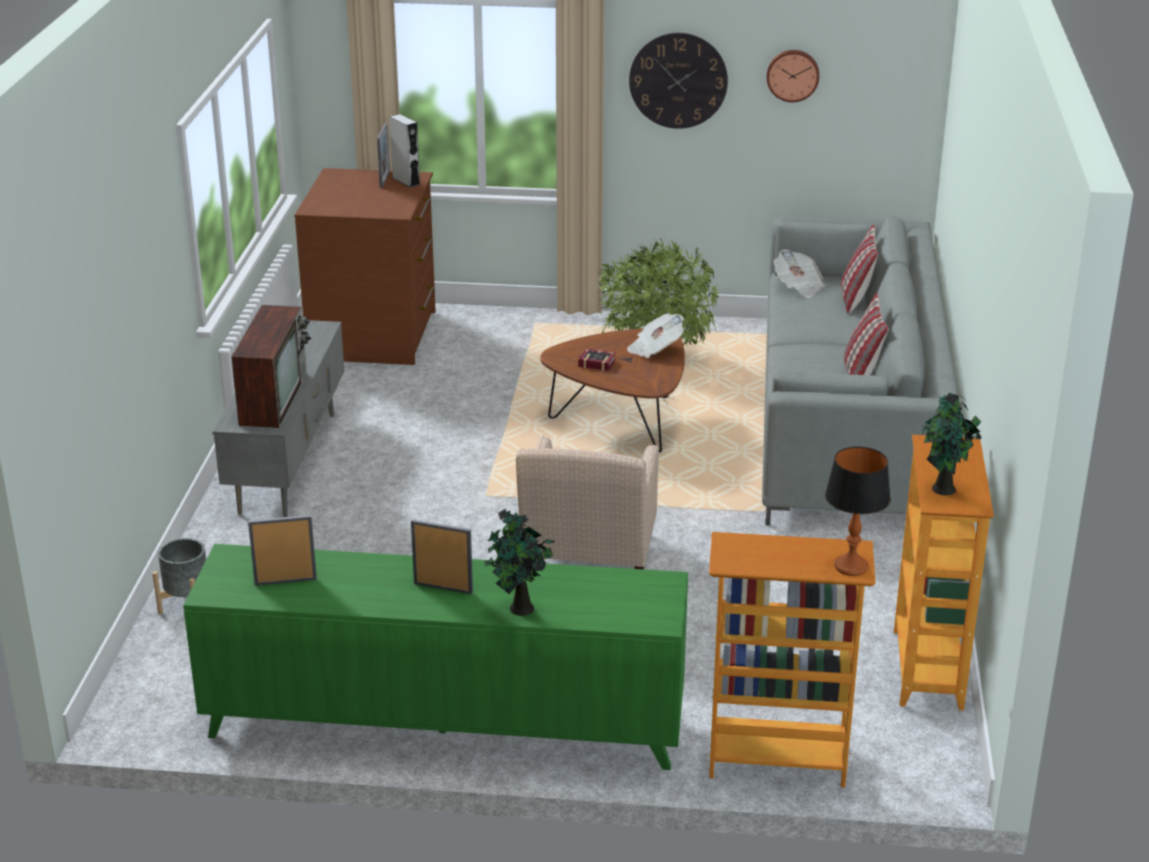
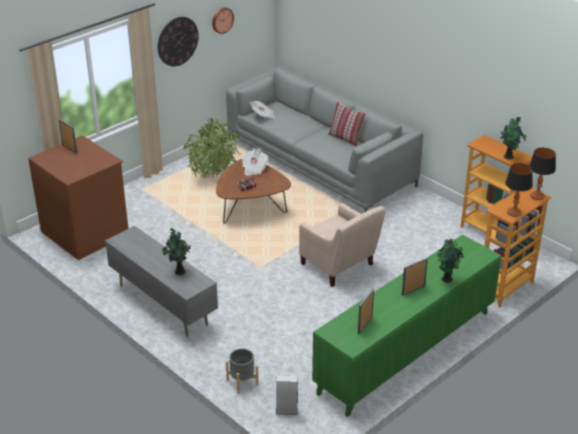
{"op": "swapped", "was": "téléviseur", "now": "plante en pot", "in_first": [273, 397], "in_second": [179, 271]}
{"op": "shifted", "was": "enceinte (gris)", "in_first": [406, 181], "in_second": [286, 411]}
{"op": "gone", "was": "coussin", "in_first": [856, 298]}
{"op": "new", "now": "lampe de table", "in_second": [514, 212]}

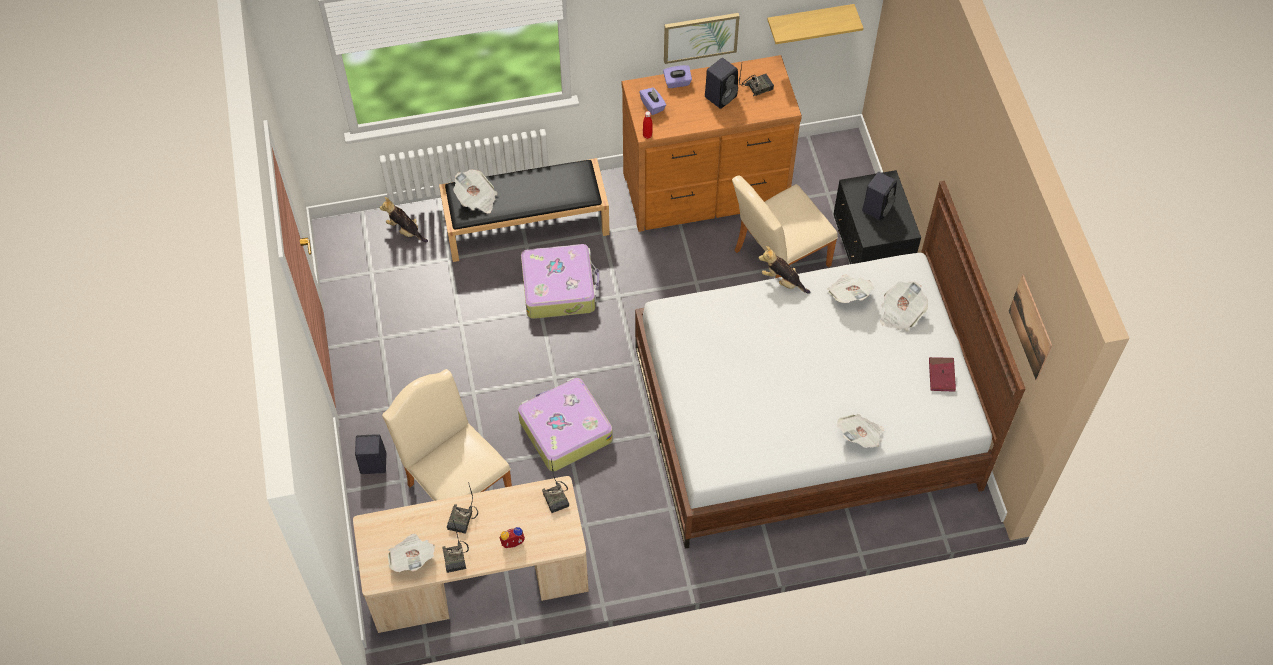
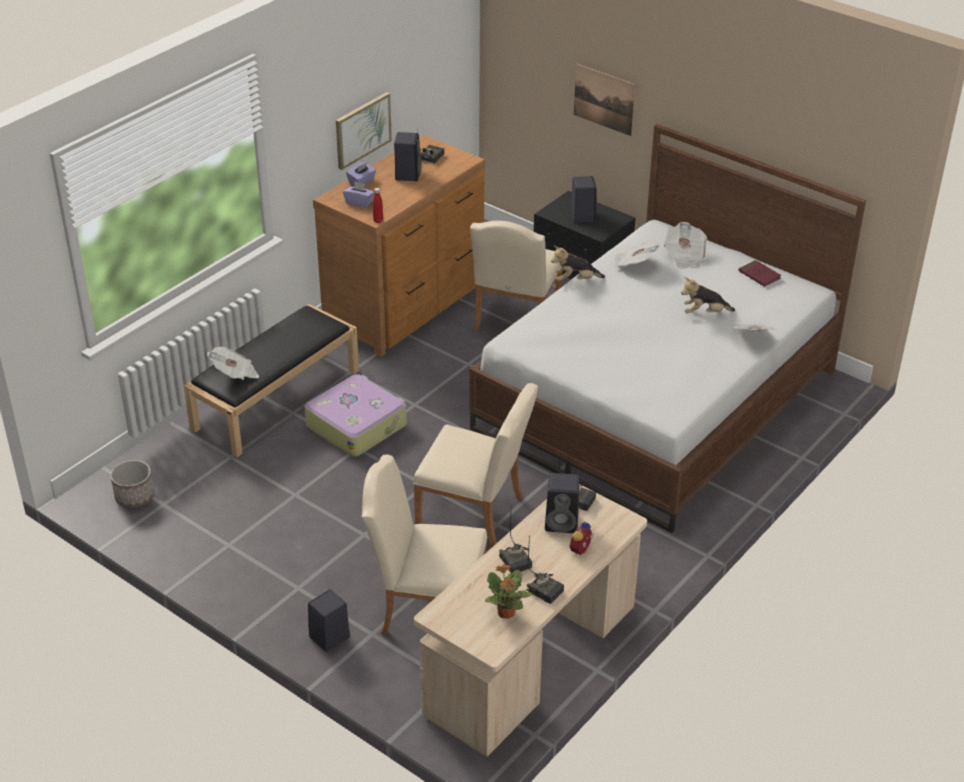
{"op": "shifted", "was": "peluche", "in_first": [405, 230], "in_second": [704, 313]}
{"op": "swapped", "was": "journal", "now": "plante en pot", "in_first": [412, 558], "in_second": [506, 613]}
{"op": "swapped", "was": "valise", "now": "chaise (beige)", "in_first": [564, 430], "in_second": [477, 514]}
{"op": "gone", "was": "étagère", "in_first": [809, 22]}
{"op": "shifted", "was": "tableau", "in_first": [1030, 327], "in_second": [604, 99]}
{"op": "new", "now": "cache-pot", "in_second": [134, 496]}
{"op": "new", "now": "enceinte (noir)", "in_second": [562, 522]}

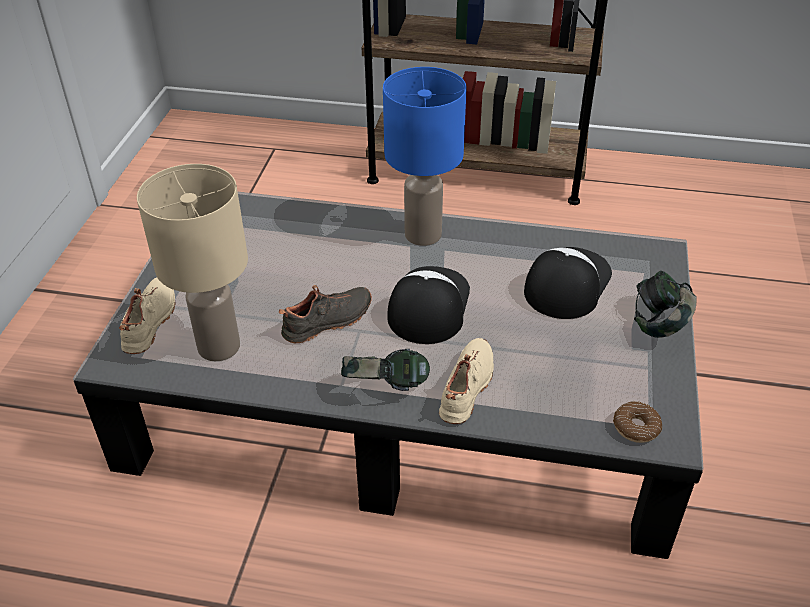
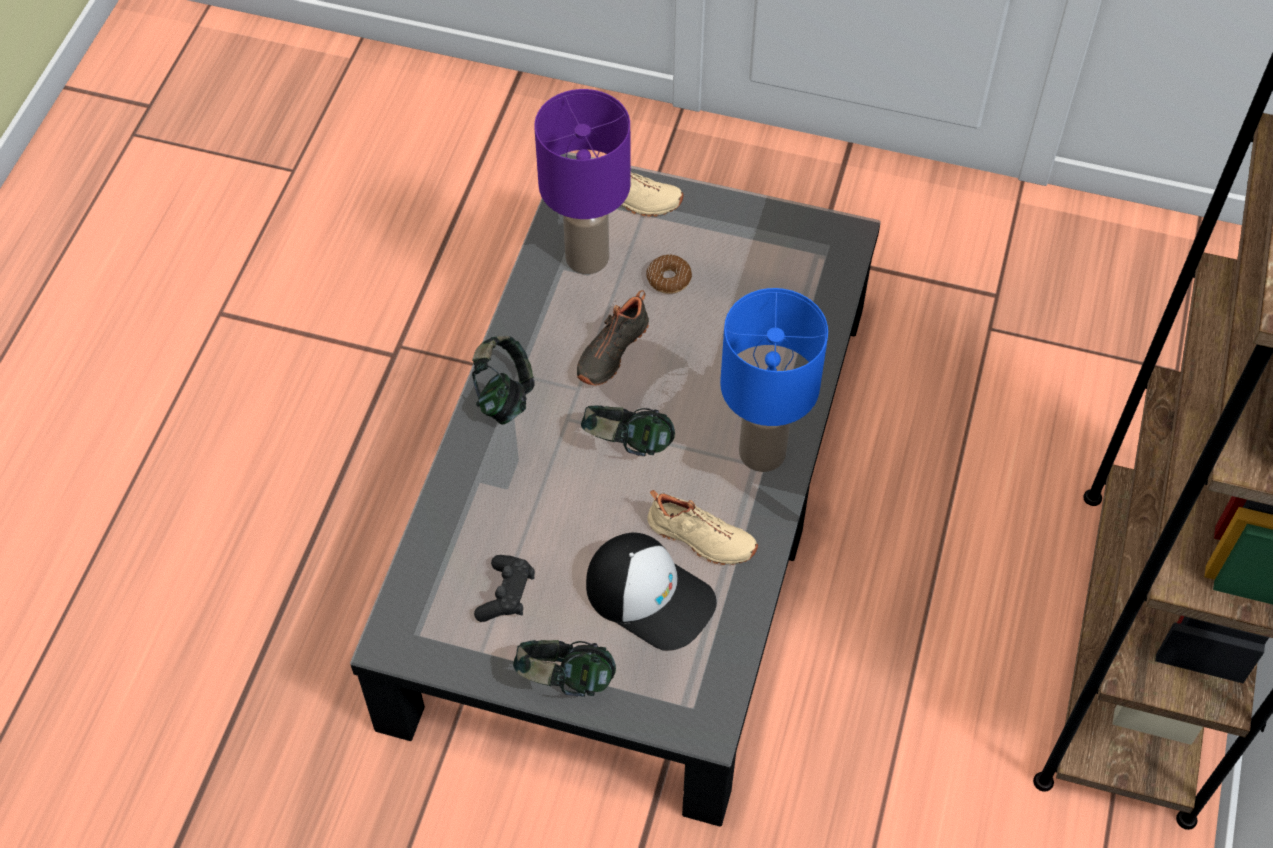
{"op": "repainted", "was": "lampe de table (beige)", "now": "lampe de table (violet)", "in_first": [217, 346], "in_second": [587, 256]}
{"op": "rotated", "was": "chaussure (noir)", "in_first": [328, 323], "in_second": [610, 350], "clockwise": 60}
{"op": "swapped", "was": "casquette", "now": "casque audio", "in_first": [428, 305], "in_second": [627, 445]}
{"op": "shifted", "was": "chaussure (beige)", "in_first": [468, 388], "in_second": [700, 539]}
{"op": "shifted", "was": "beignet", "in_first": [636, 427], "in_second": [669, 279]}
{"op": "new", "now": "manette (noir)", "in_second": [506, 595]}

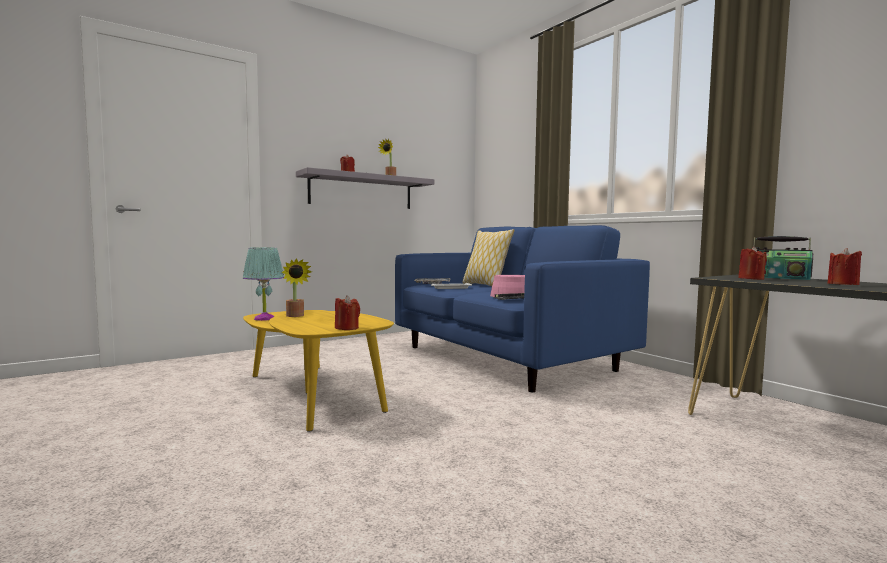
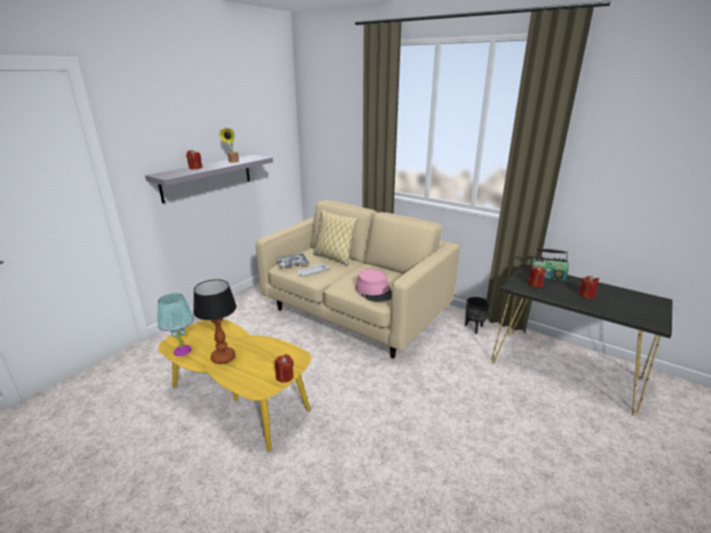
{"op": "swapped", "was": "plante en pot", "now": "lampe de table", "in_first": [295, 316], "in_second": [223, 357]}
{"op": "repainted", "was": "canapé (bleu)", "now": "canapé (beige)", "in_first": [505, 358], "in_second": [355, 312]}
{"op": "new", "now": "cache-pot (noir)", "in_second": [474, 328]}

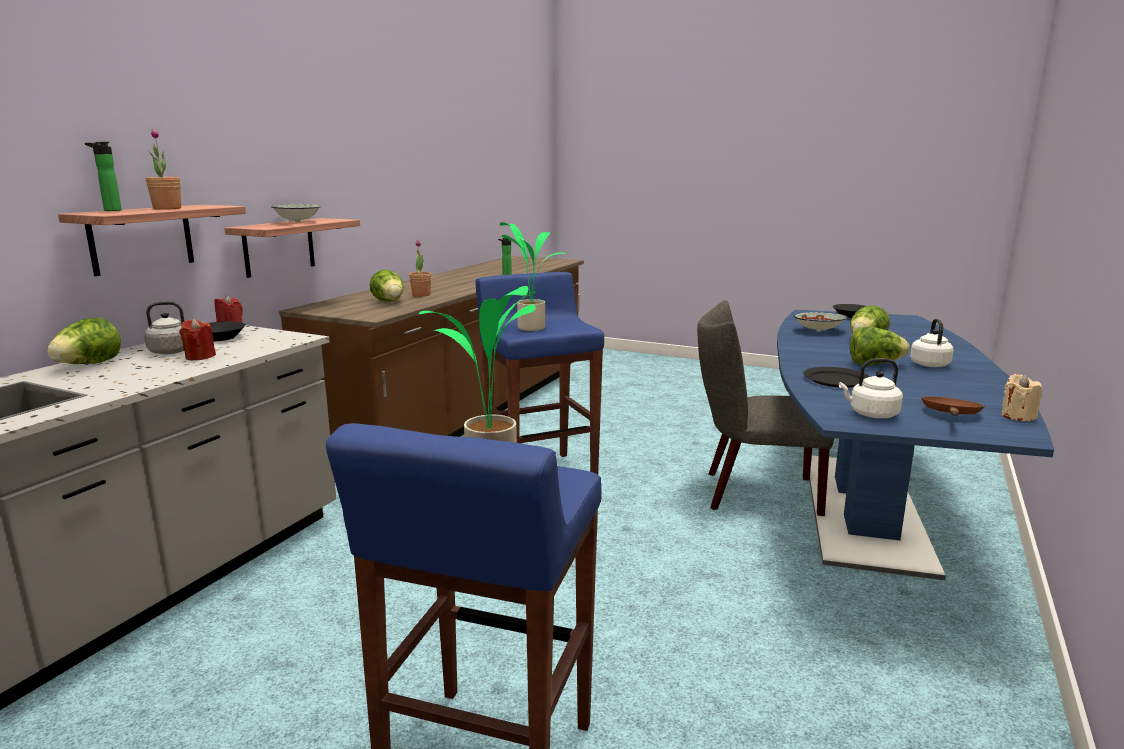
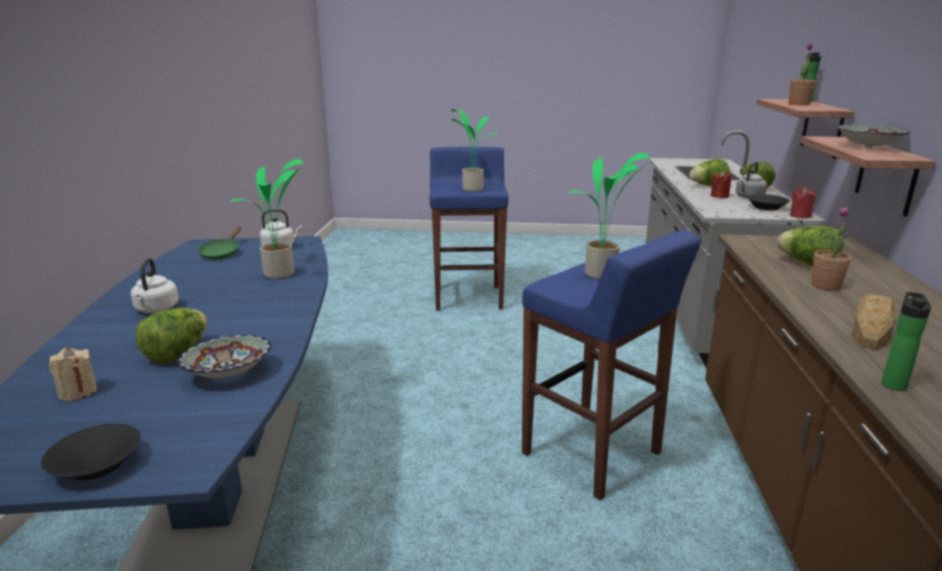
{"op": "gone", "was": "chaise (gris)", "in_first": [753, 493]}
{"op": "swapped", "was": "assiette (noir)", "now": "plante en pot", "in_first": [836, 380], "in_second": [280, 274]}
{"op": "shifted", "was": "laitue", "in_first": [874, 364], "in_second": [708, 186]}
{"op": "repainted", "was": "poêle (marron)", "now": "poêle (vert)", "in_first": [951, 414], "in_second": [222, 253]}
{"op": "shifted", "was": "bougie (beige)", "in_first": [1017, 416], "in_second": [78, 392]}
{"op": "new", "now": "pain", "in_second": [871, 329]}

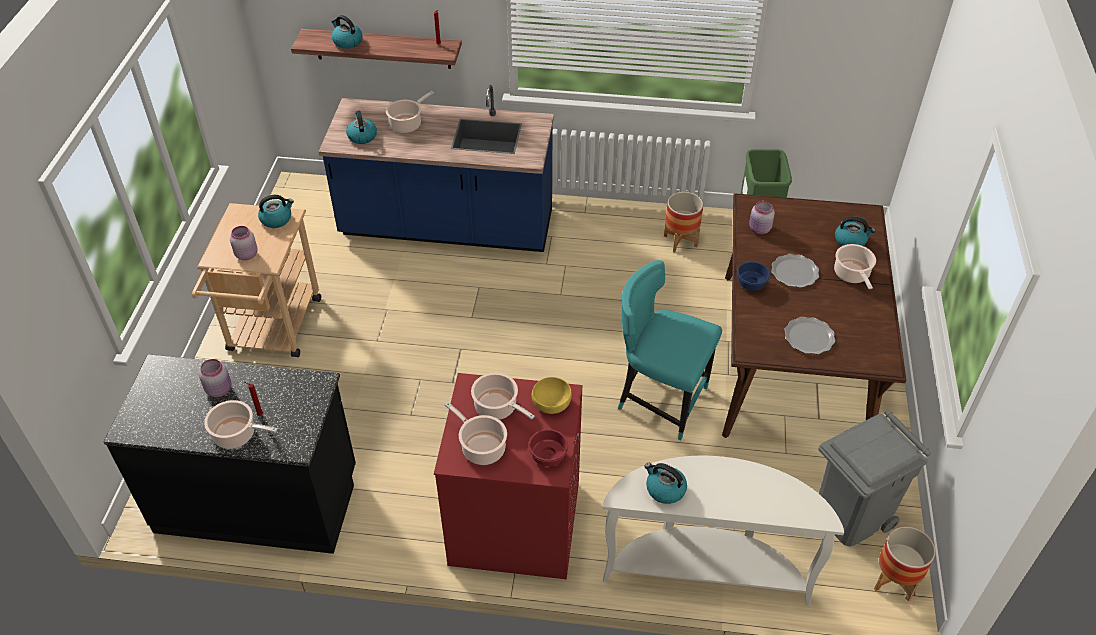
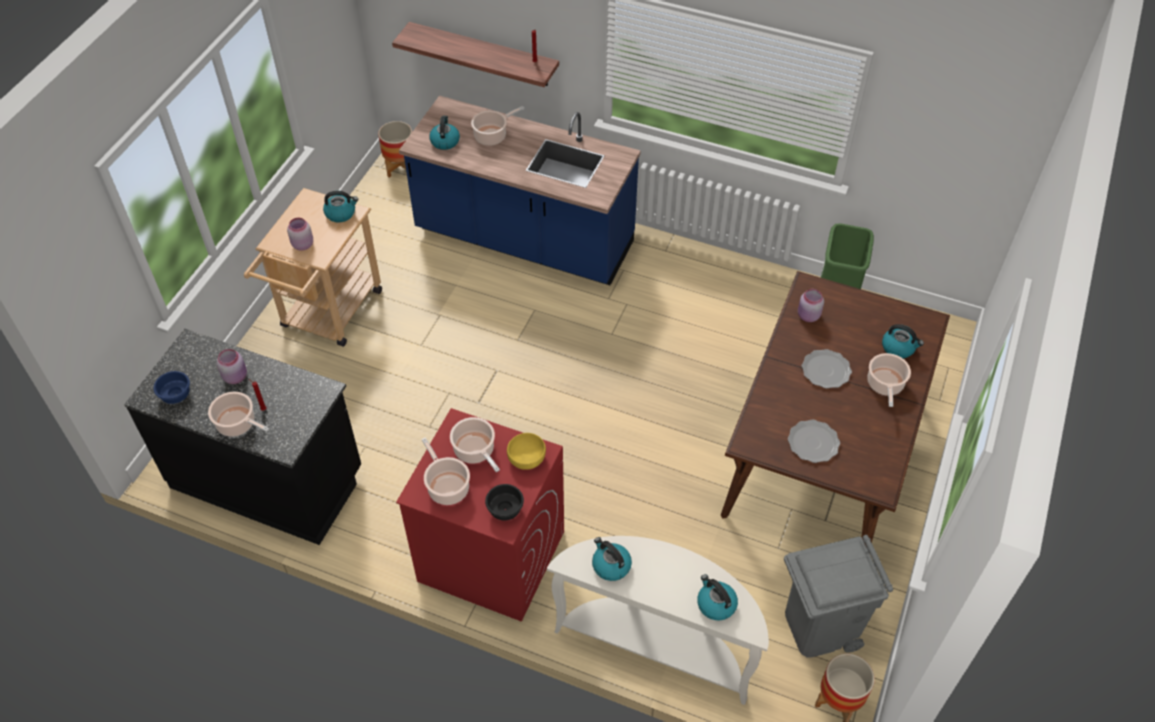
{"op": "shifted", "was": "bouilloire", "in_first": [347, 42], "in_second": [715, 604]}
{"op": "repainted", "was": "bol (rouge)", "now": "bol (noir)", "in_first": [547, 455], "in_second": [505, 508]}
{"op": "gone", "was": "chaise (turquoise)", "in_first": [660, 400]}
{"op": "shifted", "was": "cache-pot", "in_first": [680, 241], "in_second": [401, 168]}
{"op": "shifted", "was": "bol (bleu)", "in_first": [751, 284], "in_second": [175, 395]}

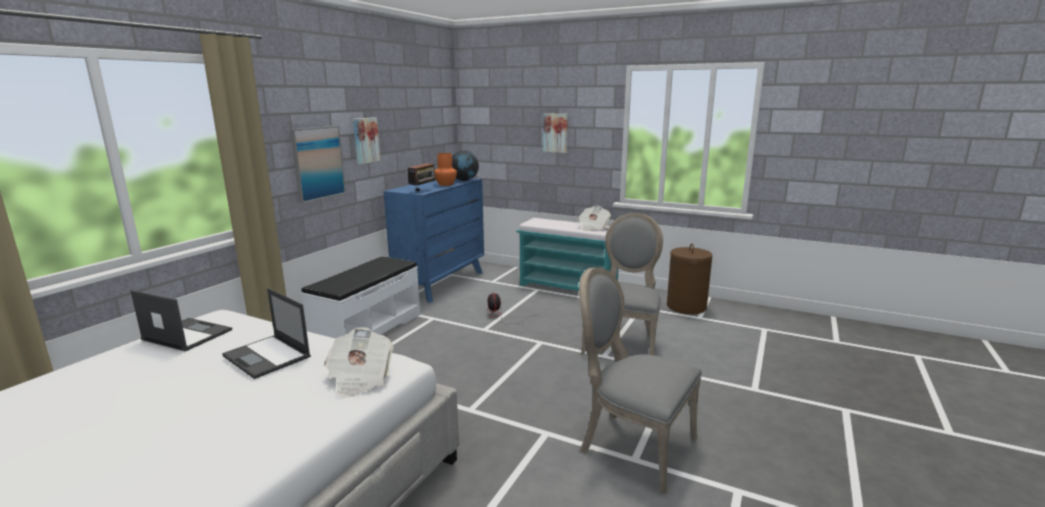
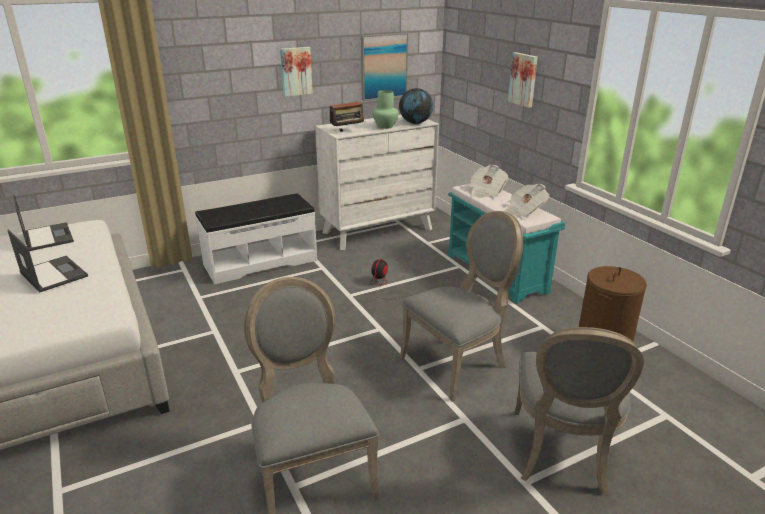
{"op": "rotated", "was": "ordinateur portable", "in_first": [267, 356], "in_second": [53, 274], "clockwise": 150}
{"op": "shifted", "was": "tableau", "in_first": [318, 163], "in_second": [383, 66]}
{"op": "shifted", "was": "journal", "in_first": [360, 378], "in_second": [486, 192]}
{"op": "repainted", "was": "commode (bleu)", "now": "commode (blanc)", "in_first": [441, 283], "in_second": [377, 230]}
{"op": "repainted", "was": "vase (orange)", "now": "vase (vert)", "in_first": [446, 184], "in_second": [385, 126]}
{"op": "new", "now": "chaise (gris)", "in_second": [563, 455]}

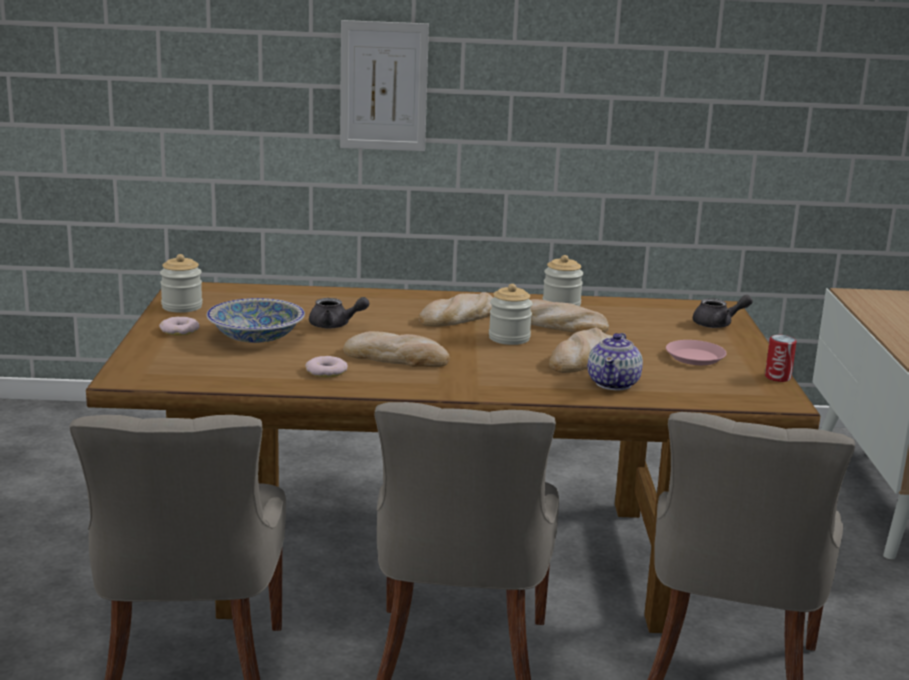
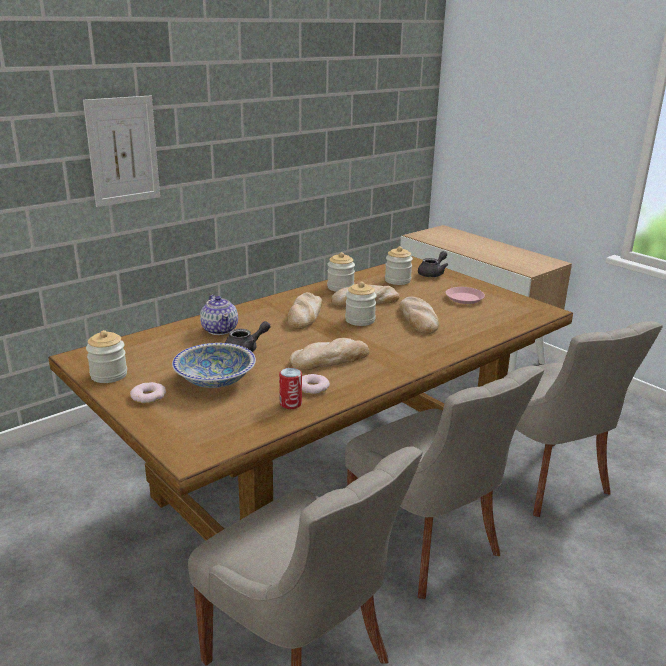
{"op": "shifted", "was": "théière", "in_first": [614, 383], "in_second": [220, 329]}
{"op": "shifted", "was": "boîte métallique", "in_first": [777, 377], "in_second": [290, 403]}
{"op": "new", "now": "bocal", "in_second": [397, 280]}

